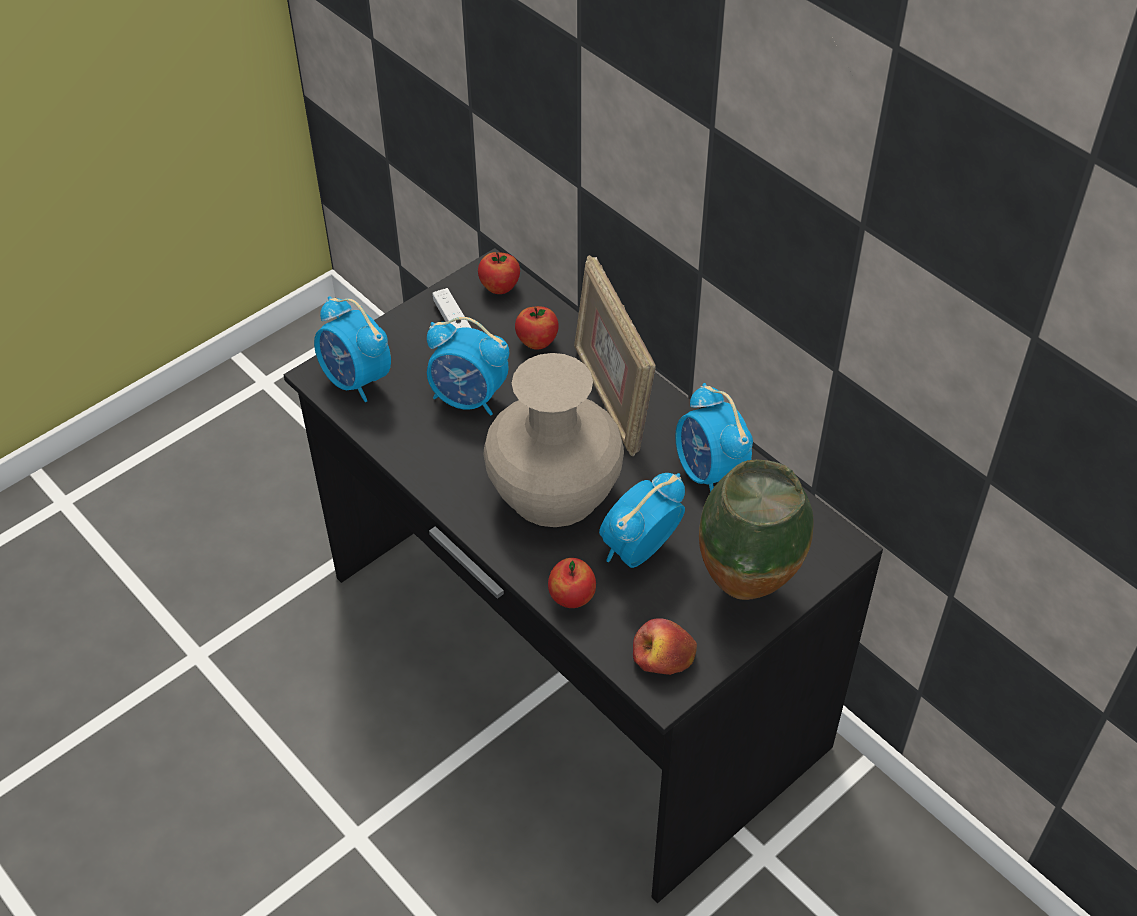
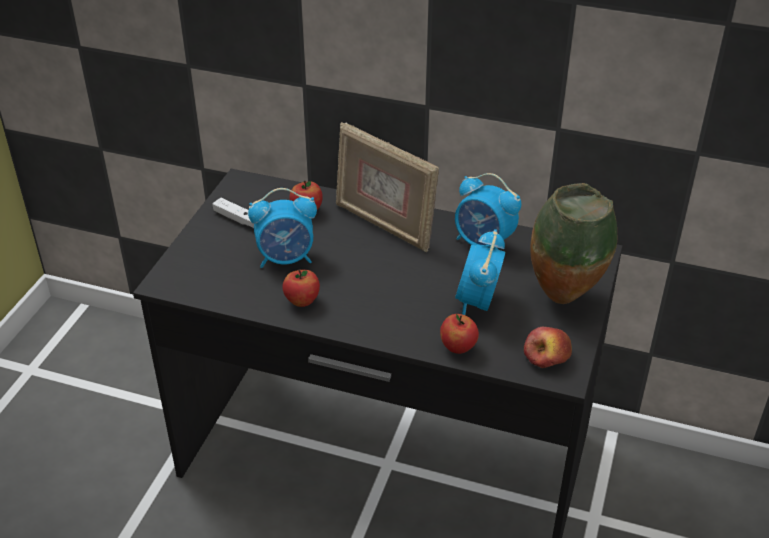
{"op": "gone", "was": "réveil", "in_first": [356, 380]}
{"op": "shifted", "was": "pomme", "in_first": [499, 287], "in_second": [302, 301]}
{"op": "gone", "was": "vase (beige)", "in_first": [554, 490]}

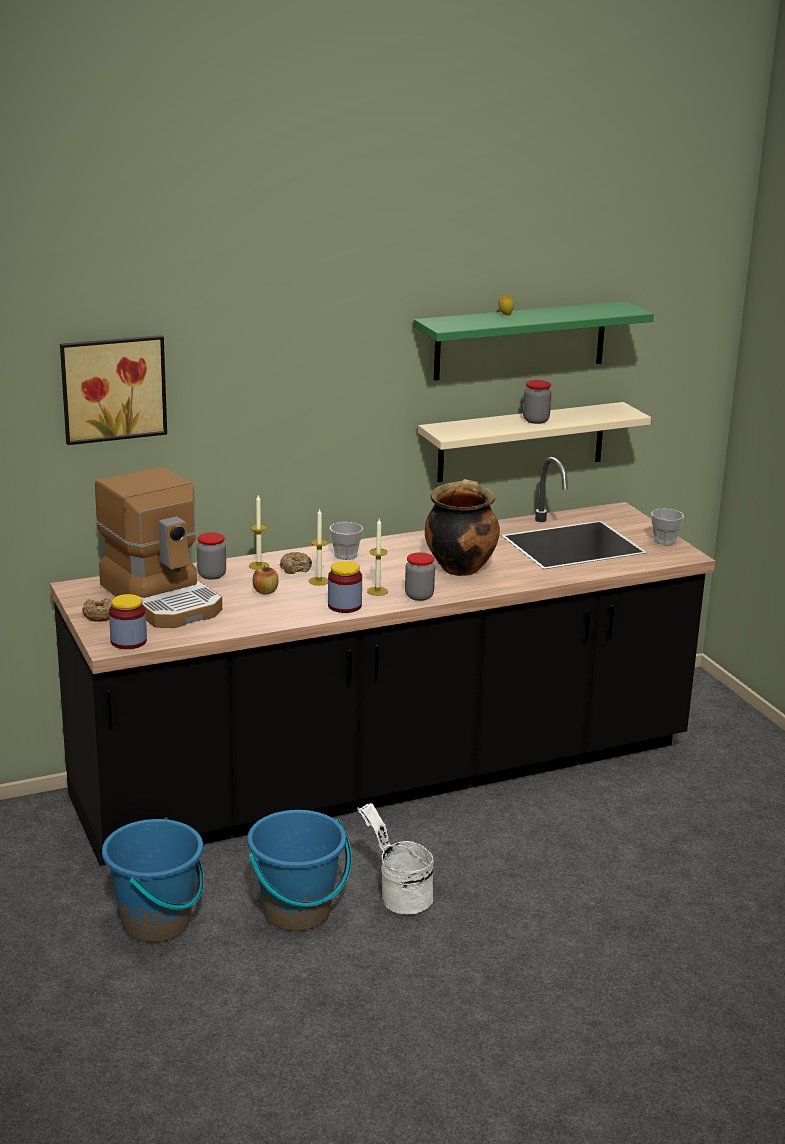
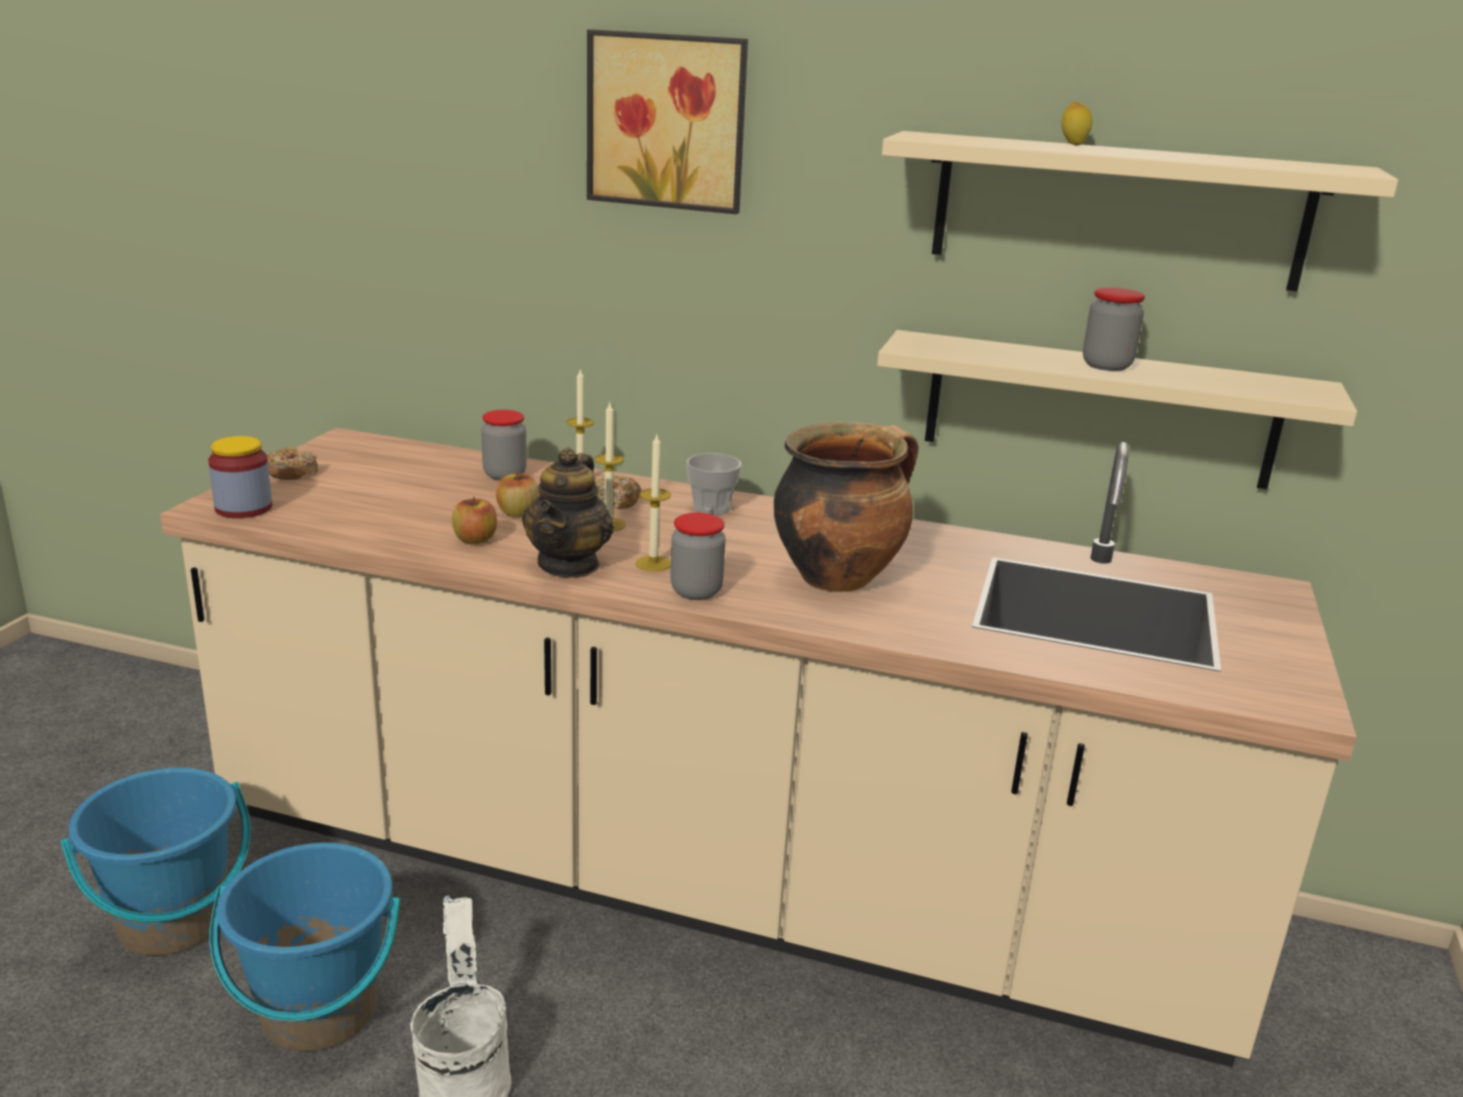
{"op": "repainted", "was": "comptoir de cuisine (noir)", "now": "comptoir de cuisine (beige)", "in_first": [387, 776], "in_second": [713, 876]}
{"op": "shifted", "was": "tableau", "in_first": [112, 388], "in_second": [668, 121]}
{"op": "gone", "was": "machine à café", "in_first": [163, 598]}
{"op": "swapped", "was": "bocal", "now": "théière", "in_first": [344, 606], "in_second": [569, 565]}
{"op": "repainted", "was": "étagère (vert)", "now": "étagère (beige)", "in_first": [520, 340], "in_second": [1118, 210]}
{"op": "gone", "was": "tasse", "in_first": [664, 541]}
{"op": "new", "now": "pomme", "in_second": [475, 540]}

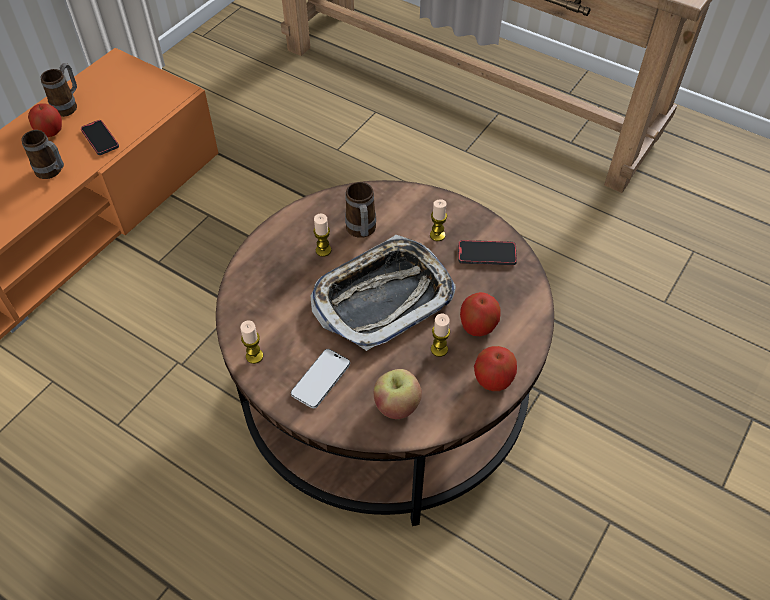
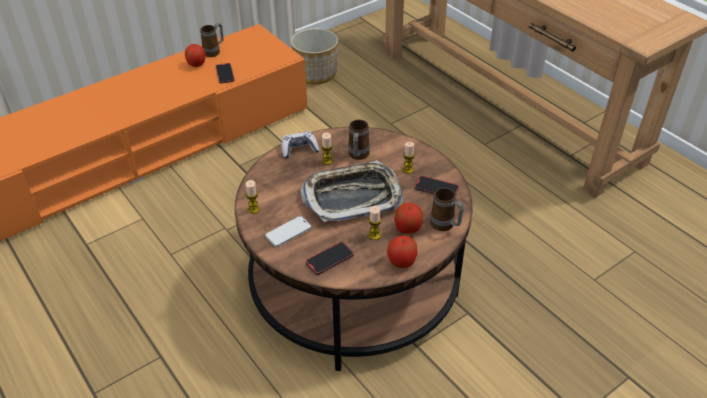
{"op": "shifted", "was": "mug", "in_first": [53, 172], "in_second": [445, 226]}
{"op": "swapped", "was": "pomme", "now": "téléphone", "in_first": [396, 405], "in_second": [329, 259]}
{"op": "new", "now": "manette", "in_second": [299, 149]}
{"op": "new", "now": "cache-pot", "in_second": [315, 74]}

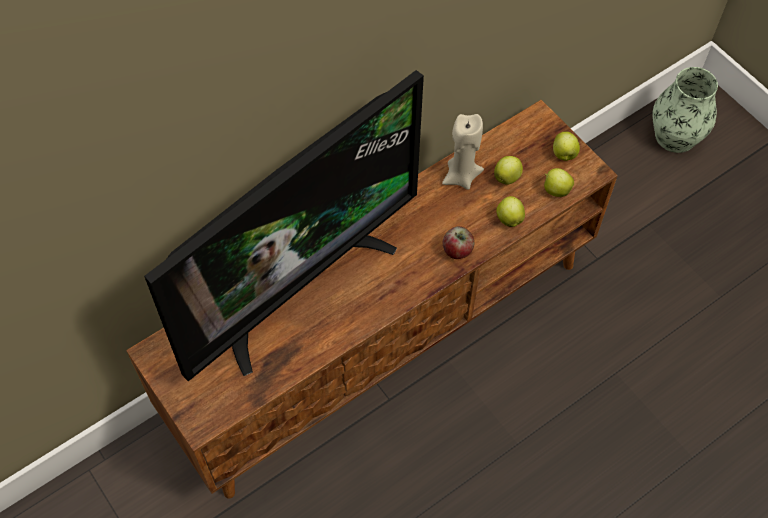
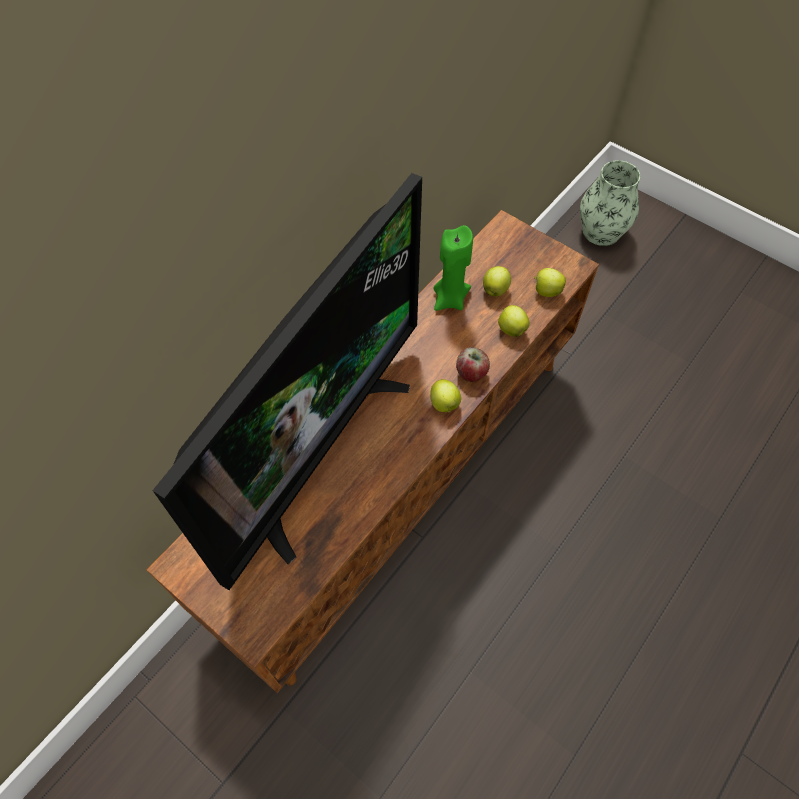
{"op": "repainted", "was": "bougie (beige)", "now": "bougie (vert)", "in_first": [461, 176], "in_second": [450, 299]}
{"op": "shifted", "was": "pomme", "in_first": [564, 155], "in_second": [444, 405]}

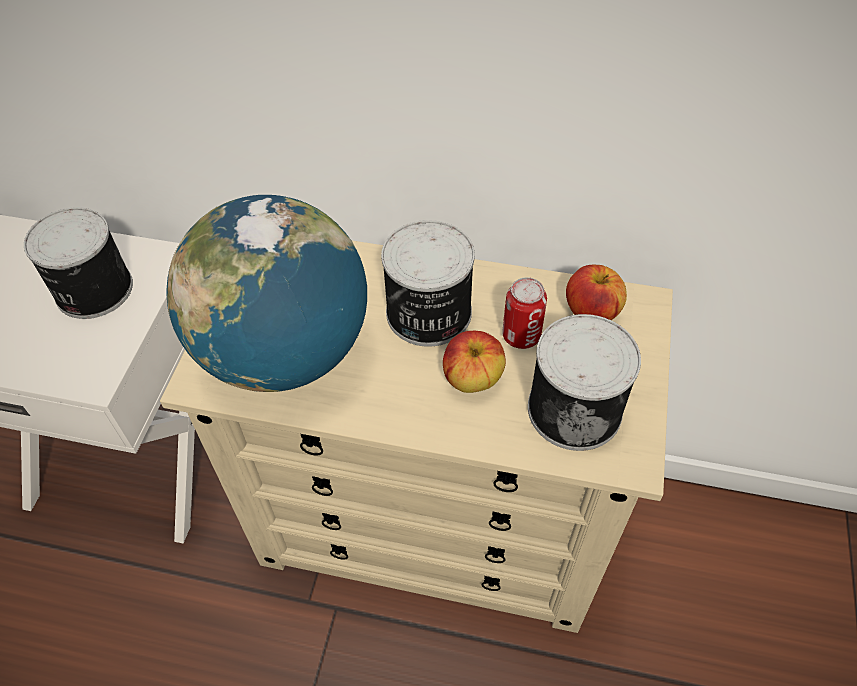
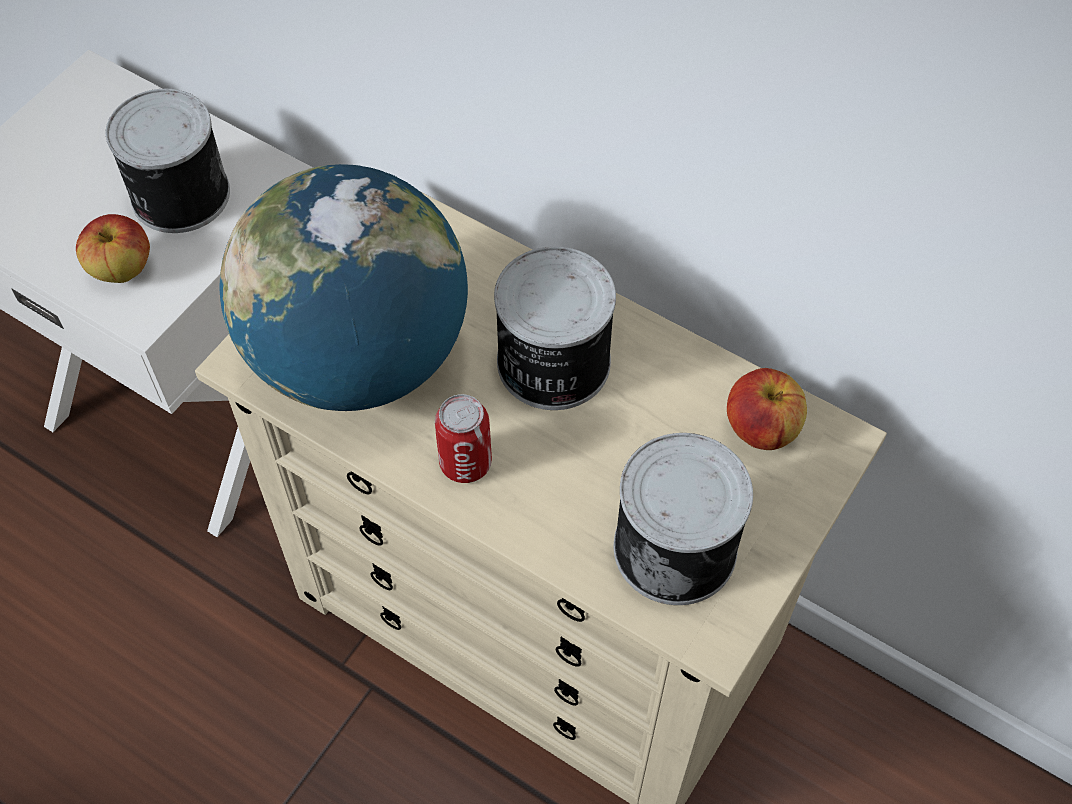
{"op": "shifted", "was": "pomme", "in_first": [472, 379], "in_second": [122, 269]}
{"op": "shifted", "was": "boîte métallique", "in_first": [521, 335], "in_second": [465, 463]}

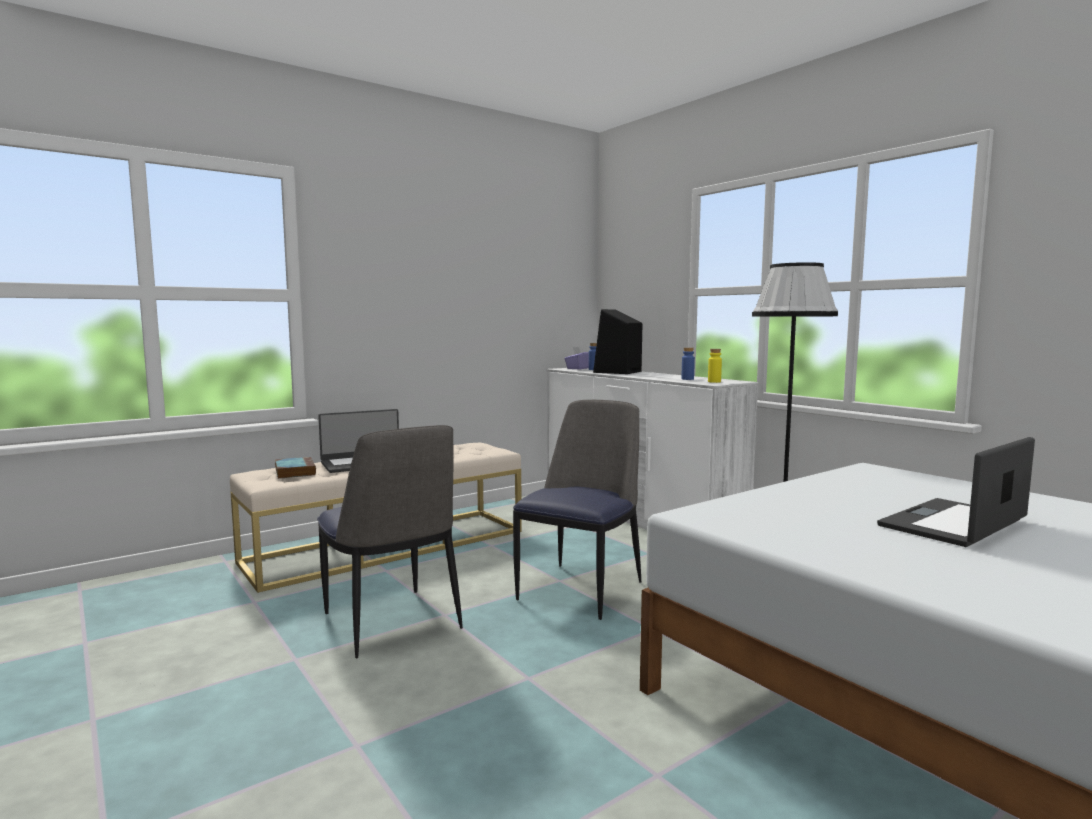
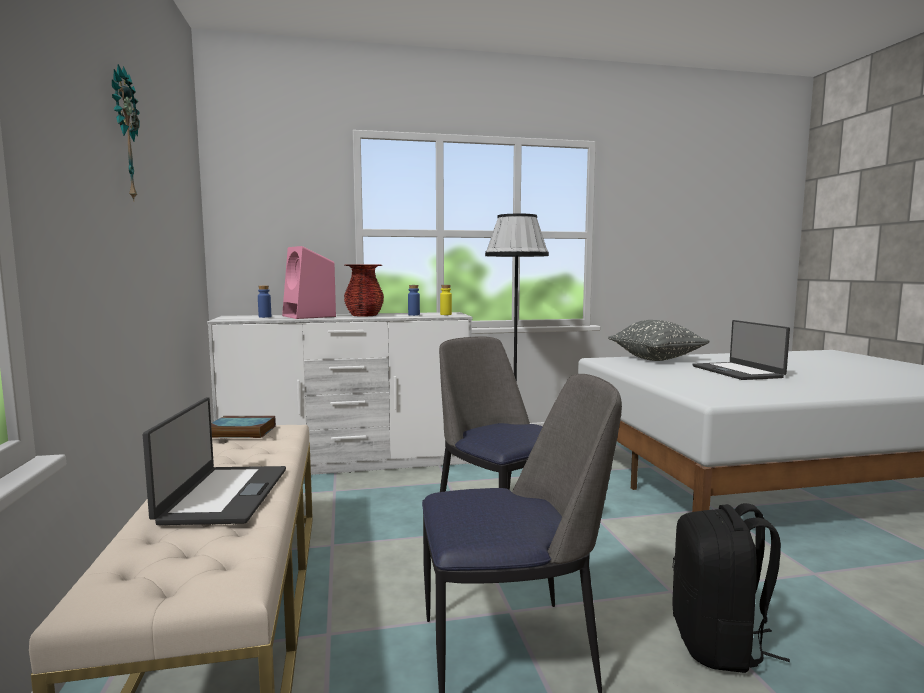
{"op": "shifted", "was": "livre", "in_first": [294, 471], "in_second": [240, 432]}
{"op": "gone", "was": "boîte à mouchoirs (violet)", "in_first": [578, 368]}
{"op": "repainted", "was": "enceinte (noir)", "now": "enceinte (rose)", "in_first": [617, 372], "in_second": [310, 316]}
{"op": "new", "now": "horloge murale", "in_second": [122, 134]}
{"op": "new", "now": "vase (rouge)", "in_second": [364, 315]}
{"op": "new", "now": "coussin (gris)", "in_second": [656, 359]}
{"op": "new", "now": "sac à dos (noir)", "in_second": [719, 644]}

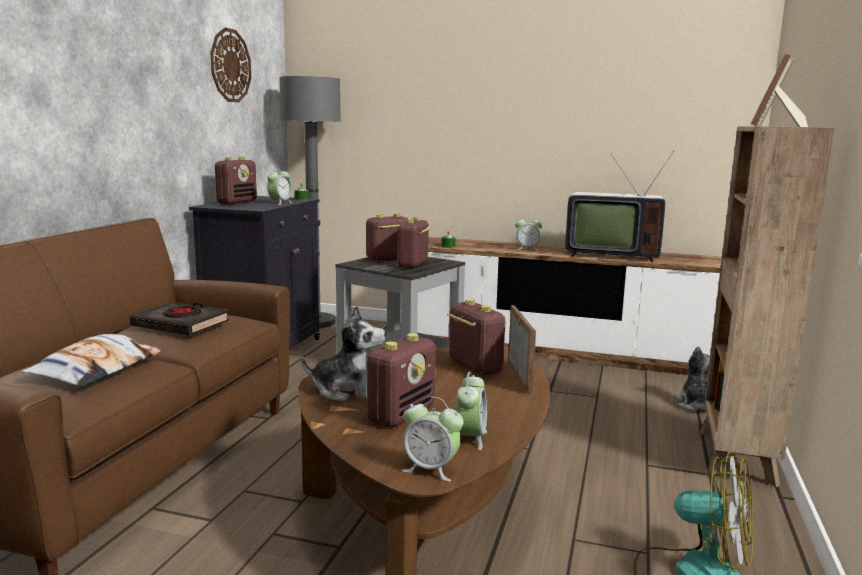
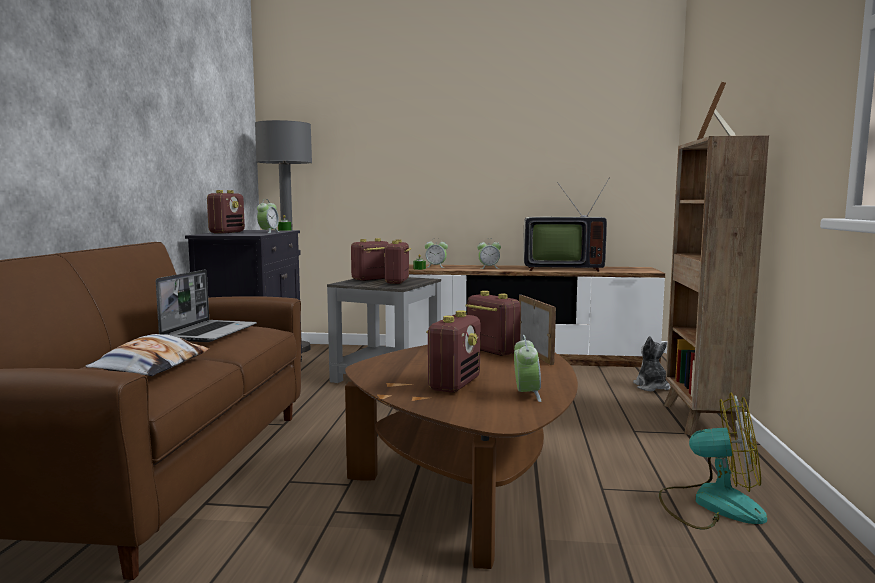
{"op": "swapped", "was": "livre (noir)", "now": "ordinateur portable", "in_first": [181, 325], "in_second": [209, 332]}
{"op": "gone", "was": "horloge murale", "in_first": [230, 65]}
{"op": "gone", "was": "peluche", "in_first": [347, 391]}
{"op": "shifted", "was": "réveil", "in_first": [431, 469], "in_second": [436, 267]}

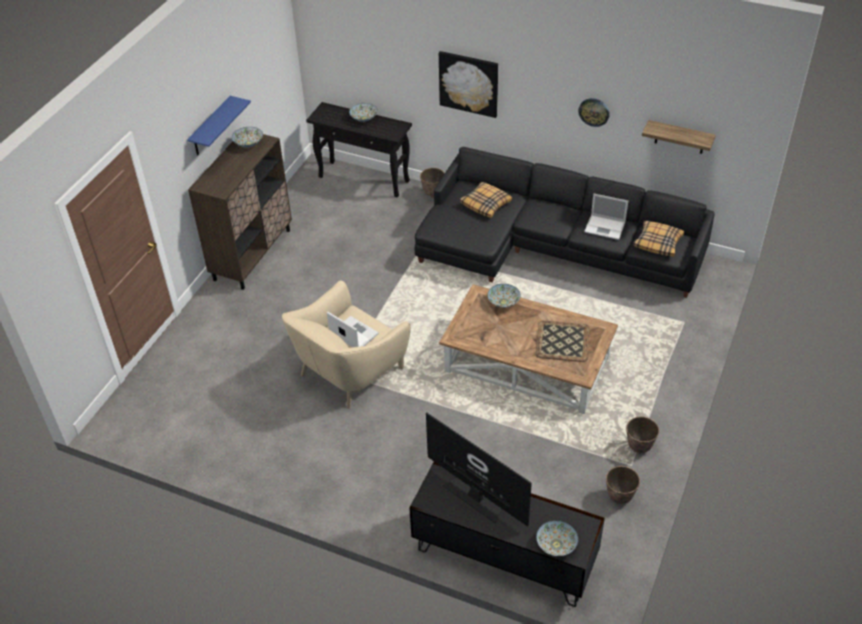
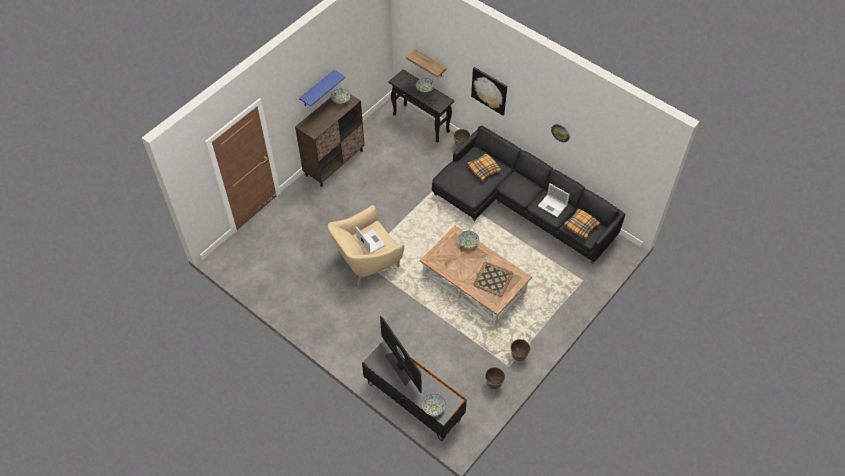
{"op": "shifted", "was": "étagère", "in_first": [680, 137], "in_second": [430, 64]}

